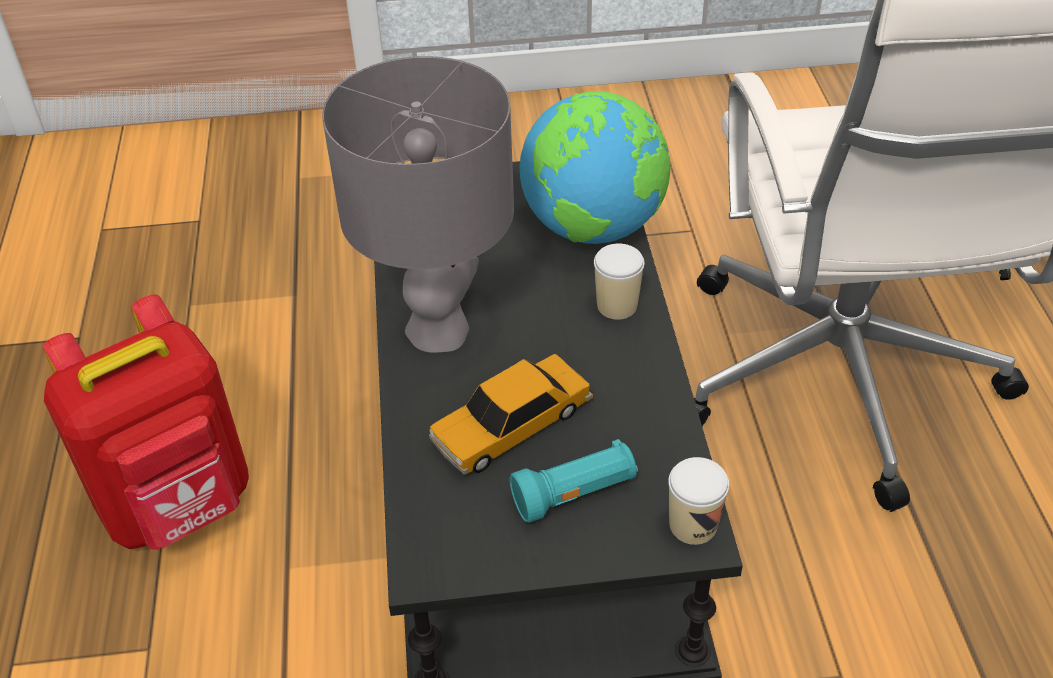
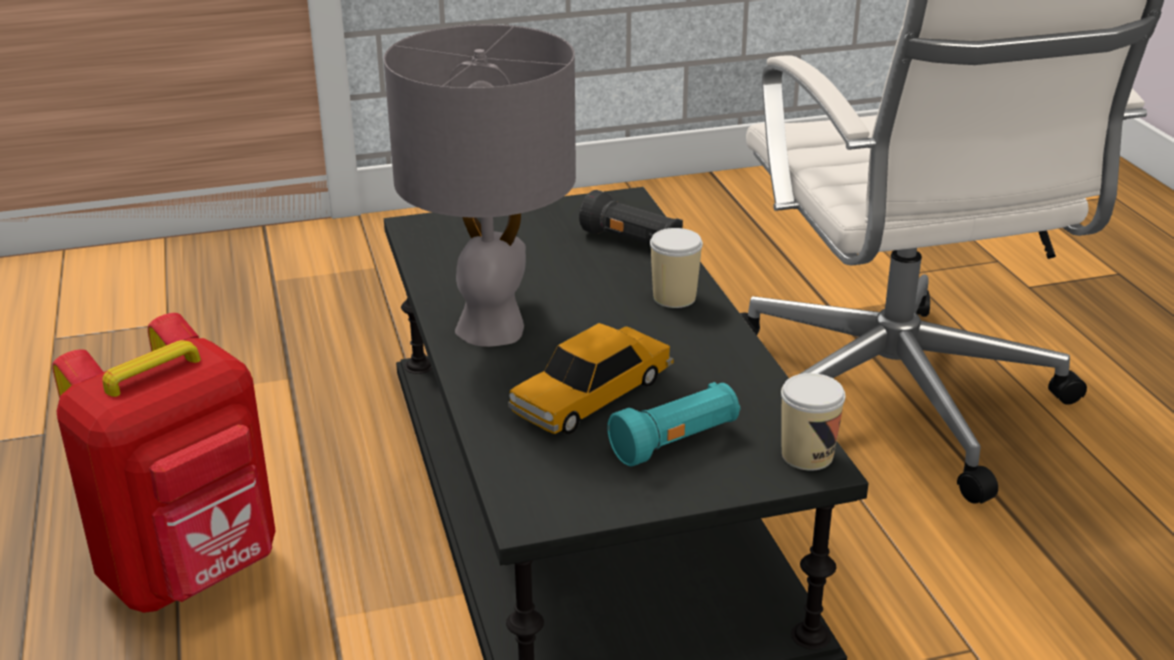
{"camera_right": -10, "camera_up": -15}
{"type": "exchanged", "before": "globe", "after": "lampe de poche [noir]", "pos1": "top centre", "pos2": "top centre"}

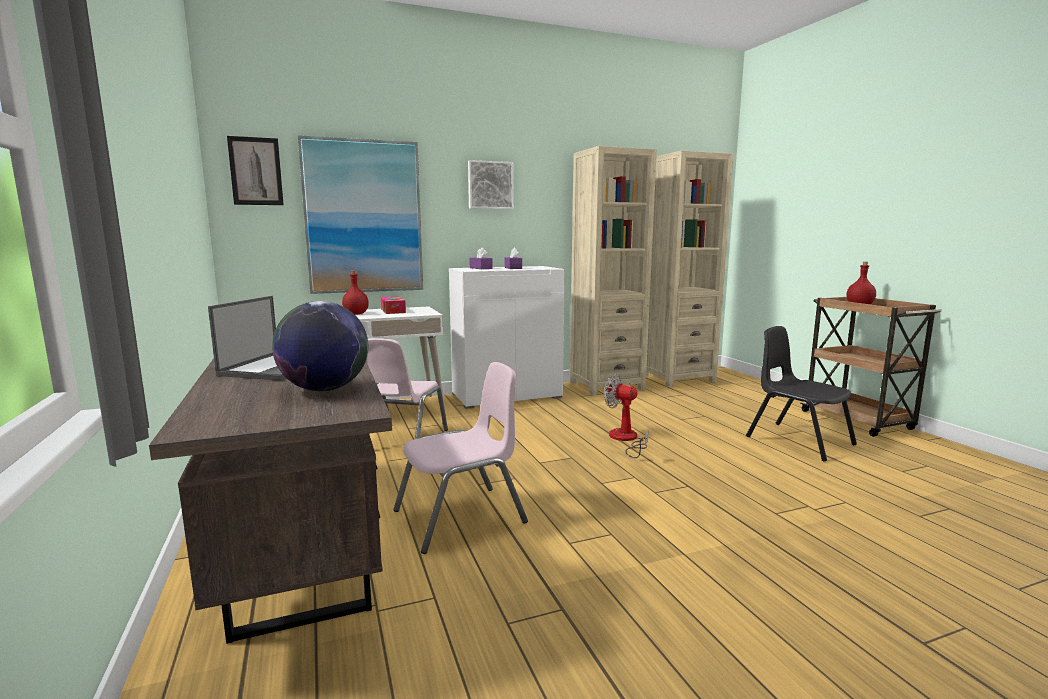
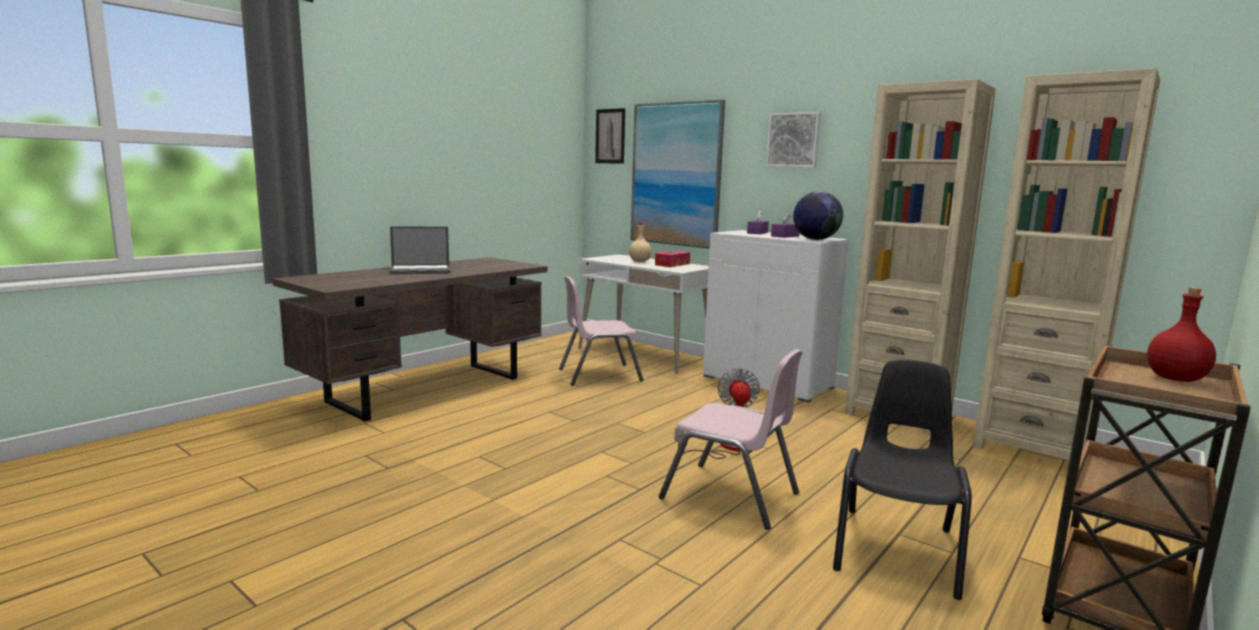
{"camera_right": 60, "camera_up": 0}
{"type": "relocated", "before": "globe", "pos1": "middle left", "pos2": "centre"}
{"type": "colour", "before": "bouteille [rouge] (no. 1 from left)", "after": "bouteille [beige]", "pos1": "centre", "pos2": "centre"}
{"type": "relocated", "before": "chaise [rose] (no. 2 from left)", "pos1": "centre", "pos2": "bottom centre"}

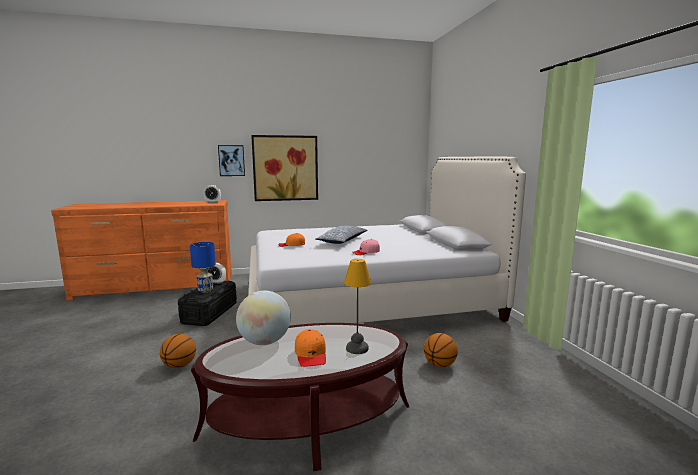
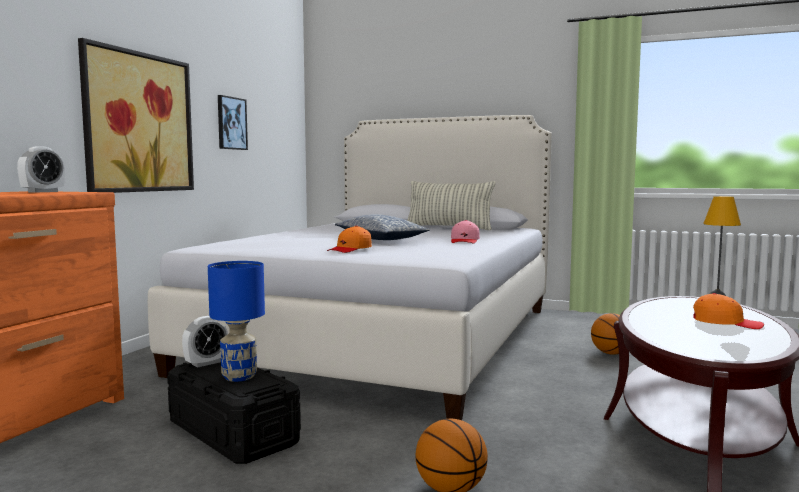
{"camera_right": -55, "camera_up": -5}
{"type": "relocated", "before": "tableau (no. 1 from left in the first image)", "after": "tableau (no. 2 from left)", "pos1": "middle left", "pos2": "top left"}
{"type": "missing", "before": "globe", "pos1": "bottom centre"}
{"type": "appeared", "after": "coussin (no. 2 from left)", "pos2": "centre"}

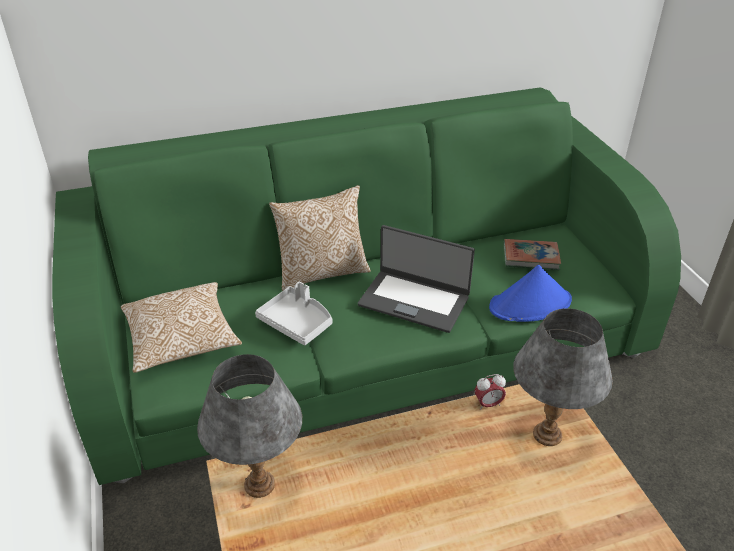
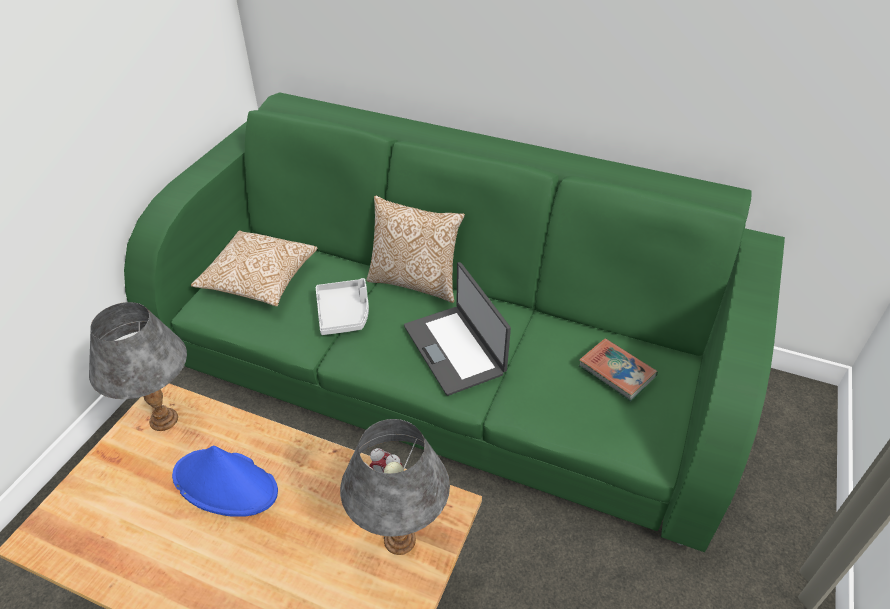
{"camera_right": 40, "camera_up": 5}
{"type": "relocated", "before": "chapeau [bleu]", "pos1": "middle right", "pos2": "bottom left"}

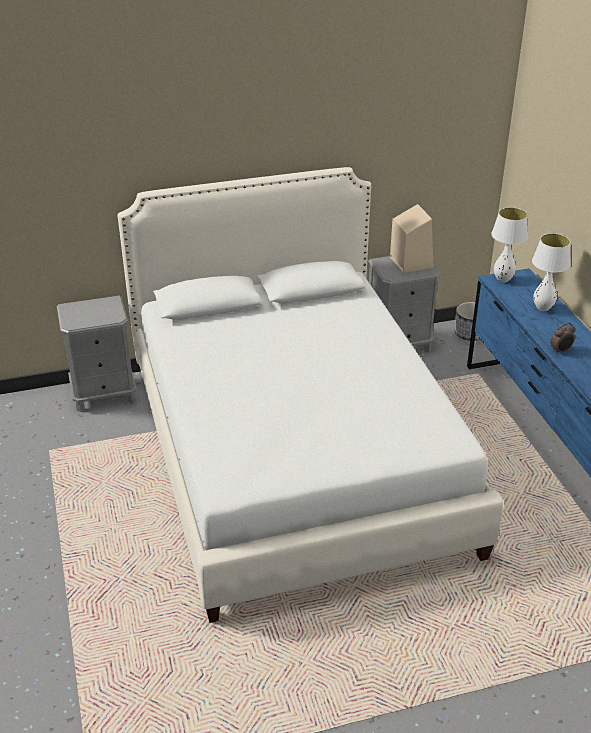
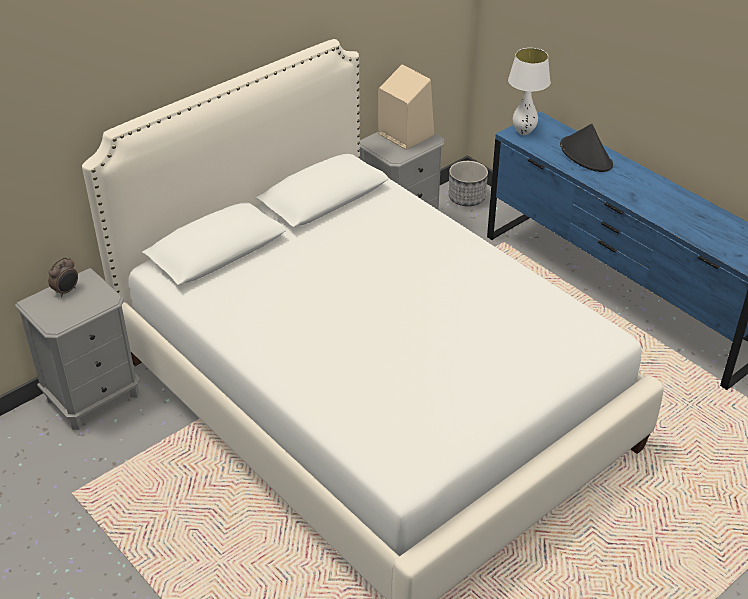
{"camera_right": -25, "camera_up": 5}
{"type": "exchanged", "before": "lampe de table [blanc] (no. 2 from left)", "after": "chapeau [noir]", "pos1": "middle right", "pos2": "top right"}
{"type": "relocated", "before": "réveil", "pos1": "middle right", "pos2": "middle left"}

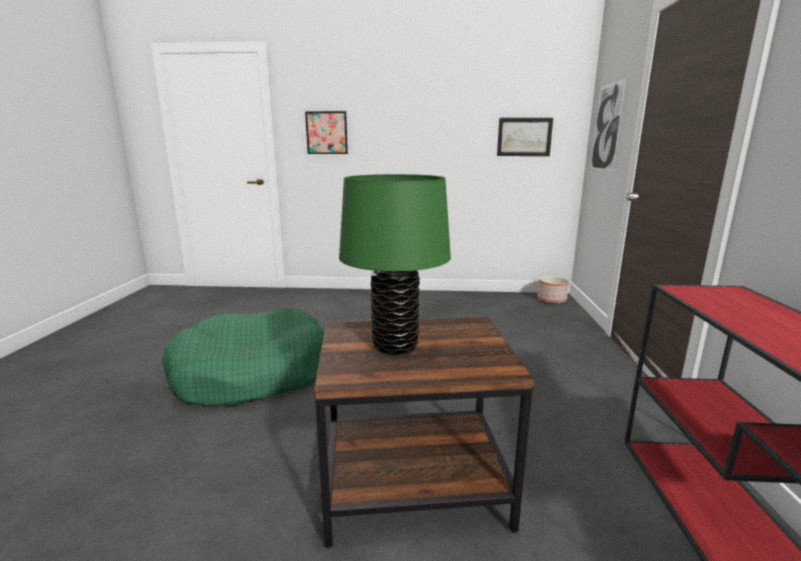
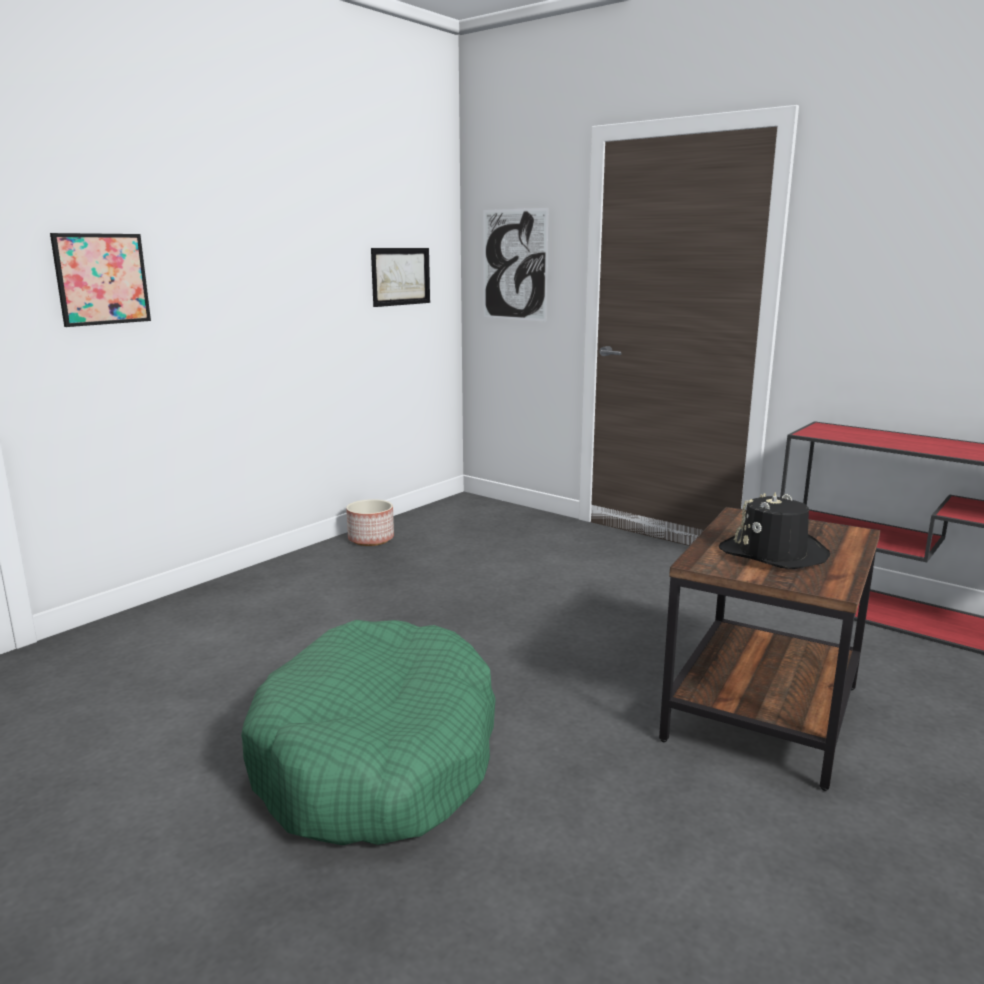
{"camera_right": -55, "camera_up": 0}
{"type": "exchanged", "before": "lampe de table [vert]", "after": "chapeau [noir]", "pos1": "centre", "pos2": "middle right"}
{"type": "relocated", "before": "cache-pot", "pos1": "middle right", "pos2": "centre"}

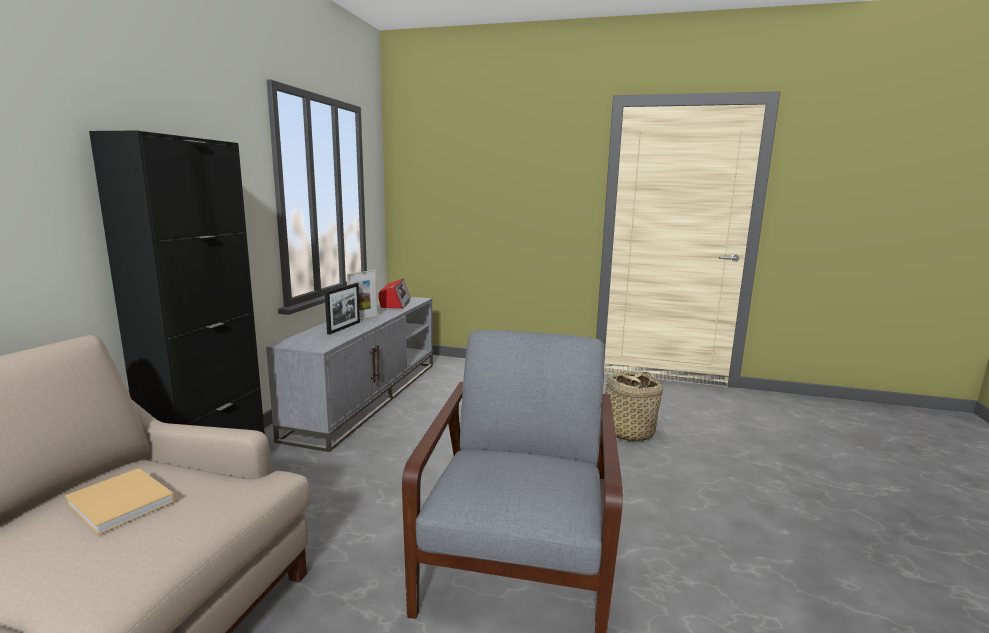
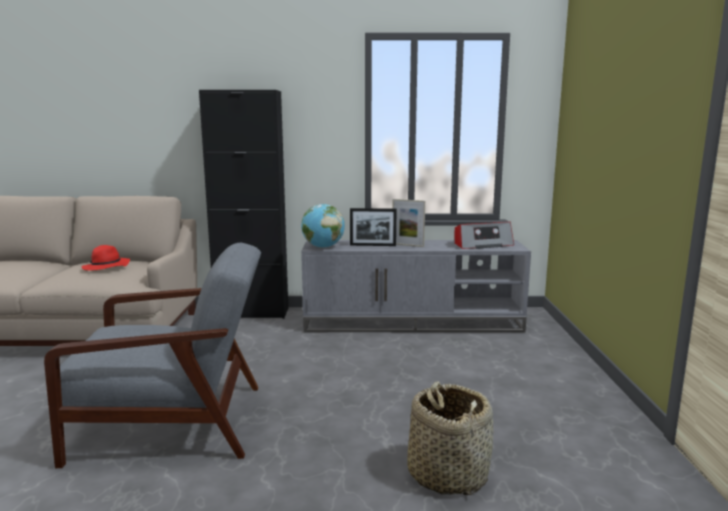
{"camera_right": 75, "camera_up": 0}
{"type": "exchanged", "before": "livre [beige]", "after": "chapeau [rouge]", "pos1": "bottom left", "pos2": "middle left"}
{"type": "appeared", "after": "globe", "pos2": "centre"}

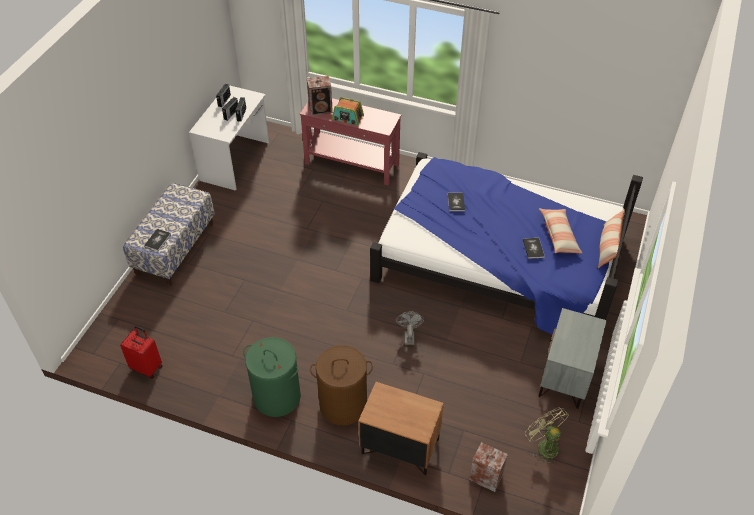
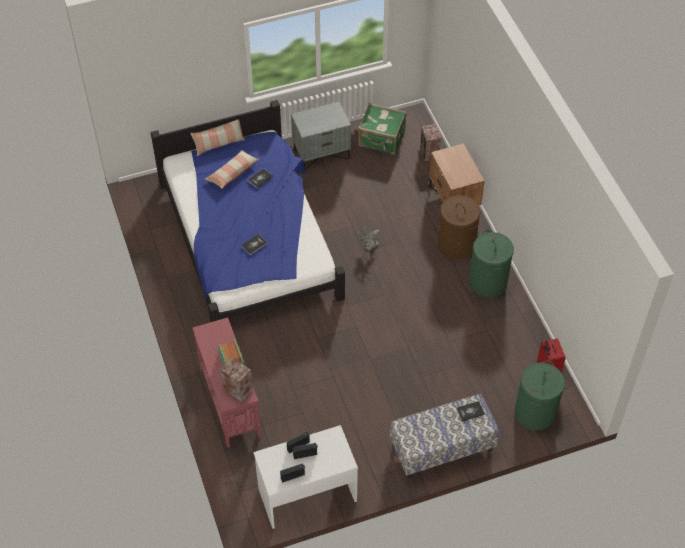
{"camera_right": -130, "camera_up": 5}
{"type": "exchanged", "before": "ventilateur [vert]", "after": "valise [vert]", "pos1": "bottom right", "pos2": "top centre"}
{"type": "appeared", "after": "panier à linge [vert] (no. 2 from left)", "pos2": "bottom right"}

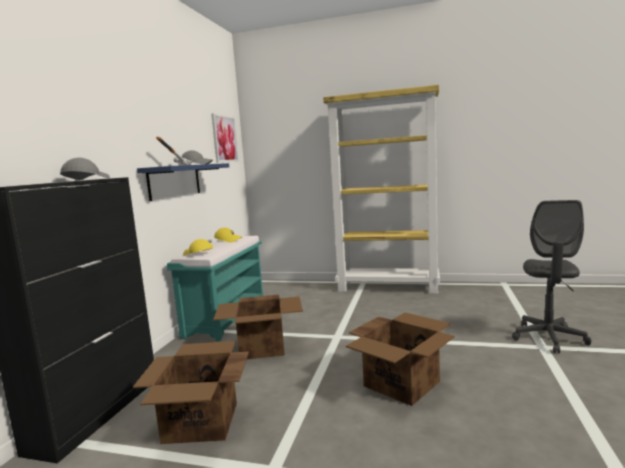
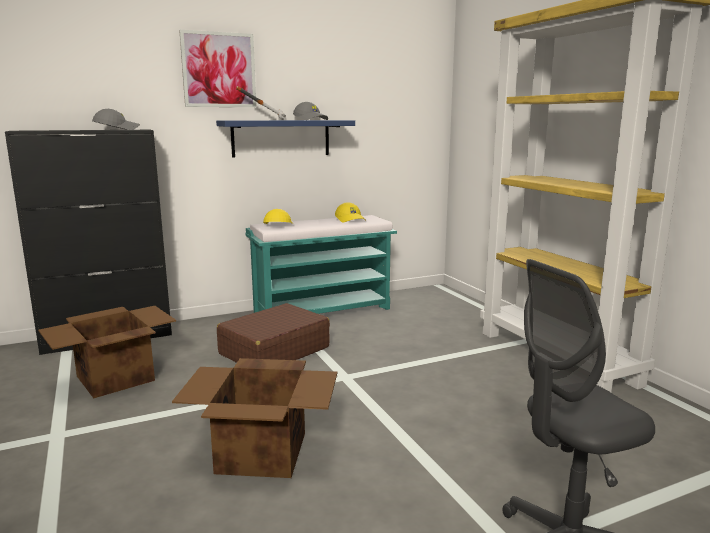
{"camera_right": 50, "camera_up": 5}
{"type": "relocated", "before": "tableau", "pos1": "top centre", "pos2": "top left"}
{"type": "exchanged", "before": "carton (no. 2 from left)", "after": "valise [marron]", "pos1": "bottom centre", "pos2": "centre"}

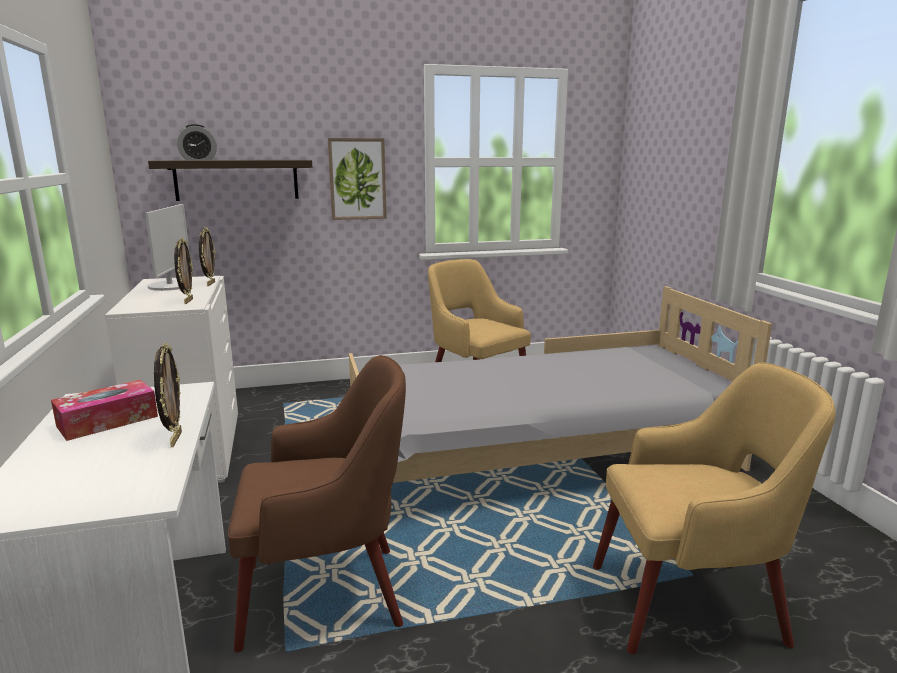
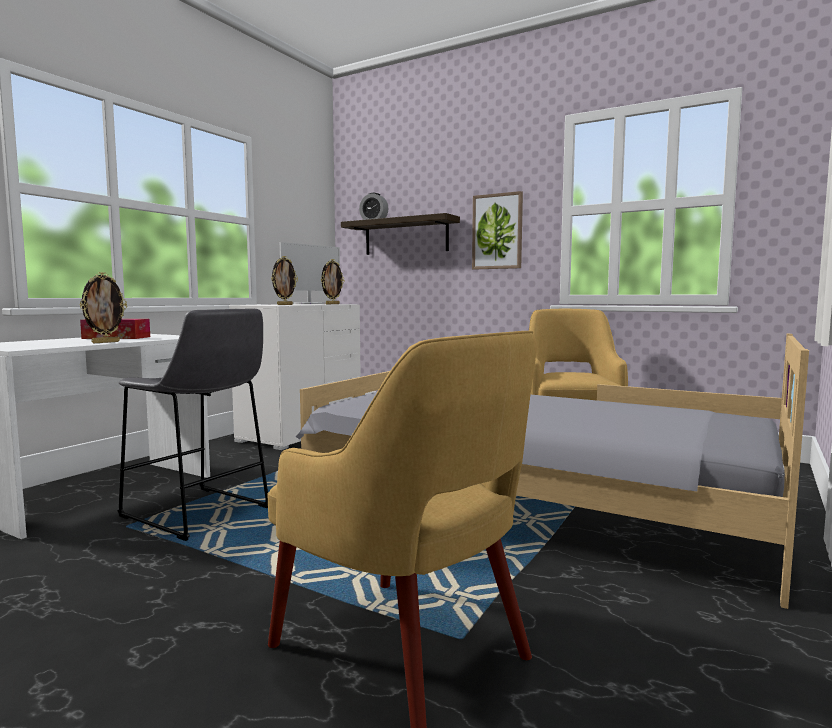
{"camera_right": 45, "camera_up": -10}
{"type": "exchanged", "before": "fauteuil [marron]", "after": "tabouret [gris]", "pos1": "bottom centre", "pos2": "middle left"}

